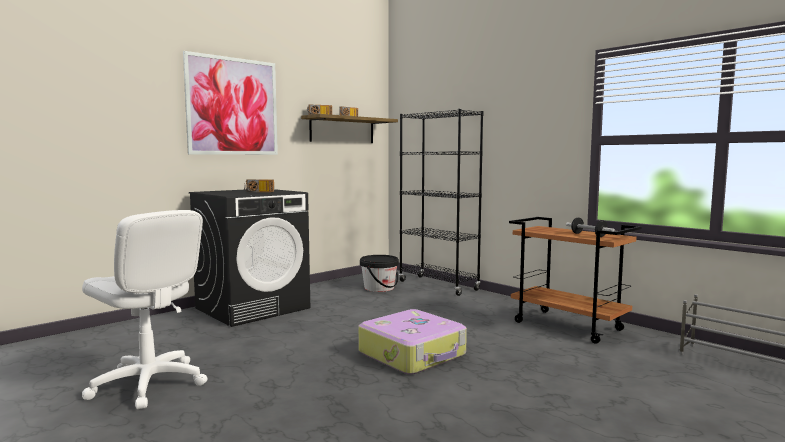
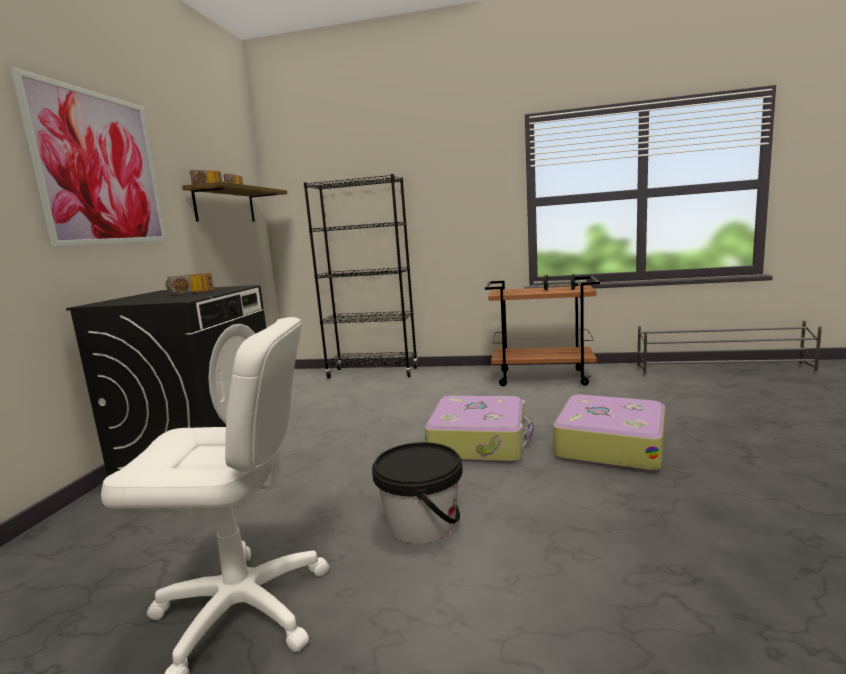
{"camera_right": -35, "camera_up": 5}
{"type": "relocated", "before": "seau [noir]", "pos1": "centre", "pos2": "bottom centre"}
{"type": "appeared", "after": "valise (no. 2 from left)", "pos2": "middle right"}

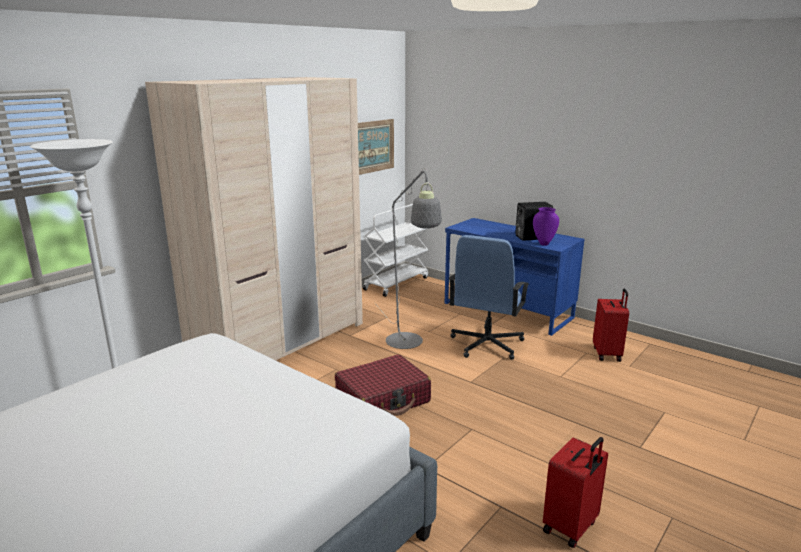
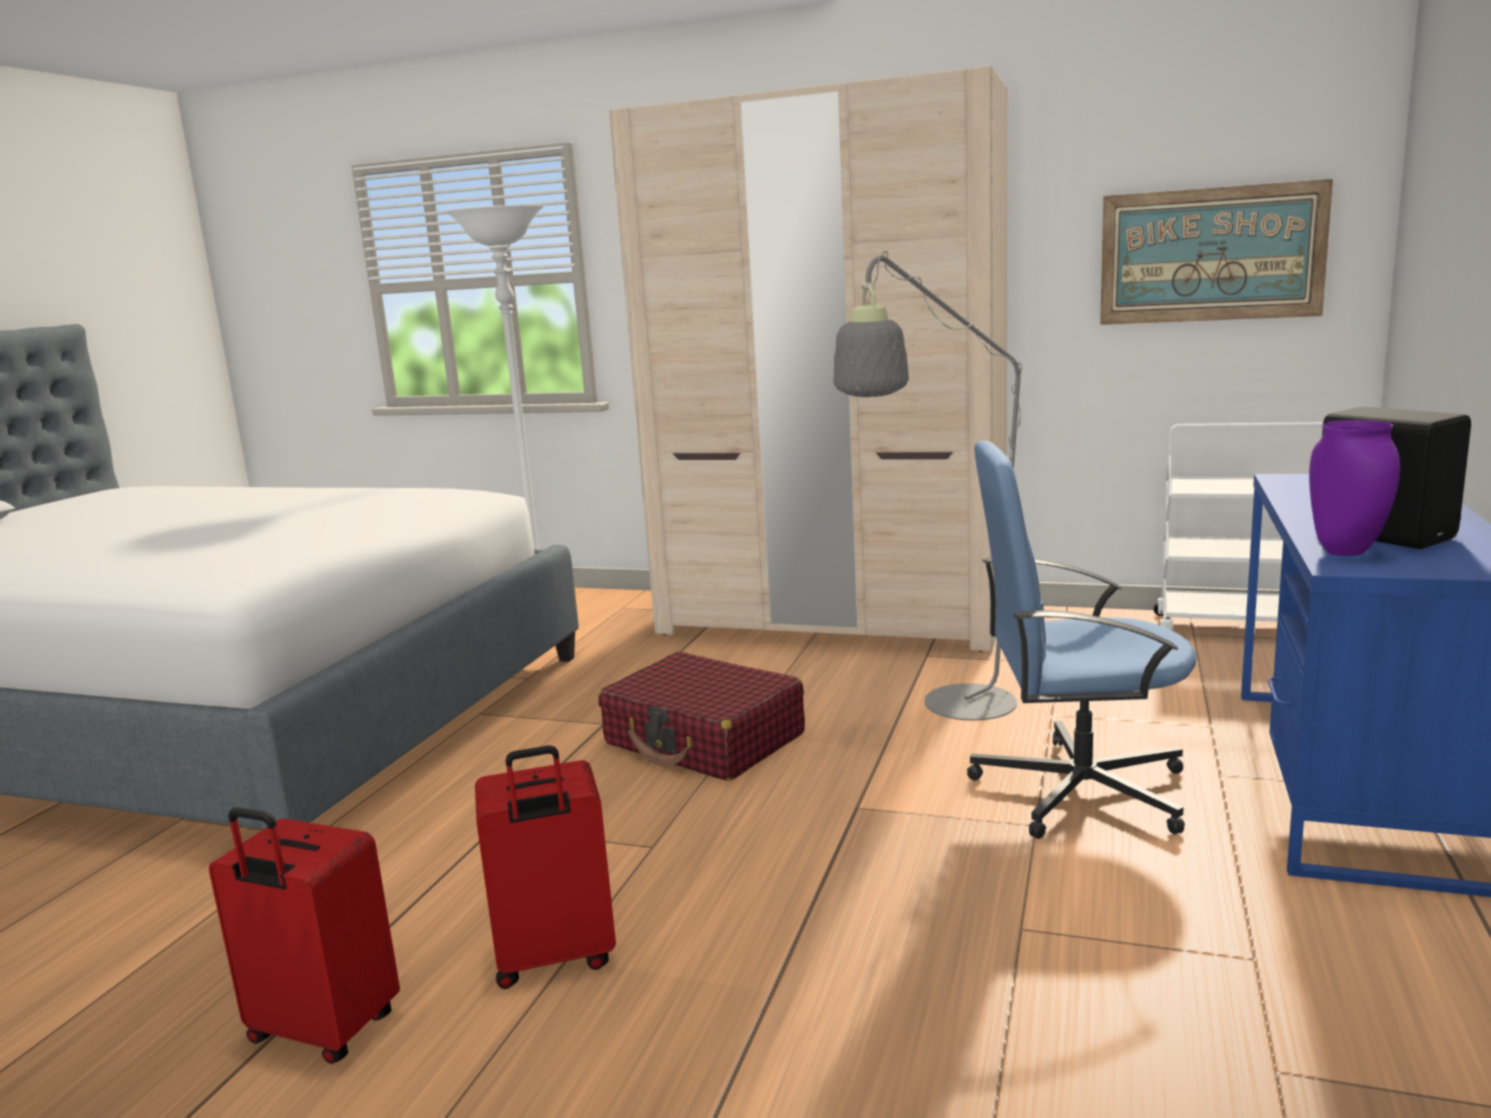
{"camera_right": 70, "camera_up": -5}
{"type": "relocated", "before": "valise [rouge] (no. 3 from left in the first image)", "after": "valise [rouge] (no. 2 from left)", "pos1": "middle right", "pos2": "bottom centre"}

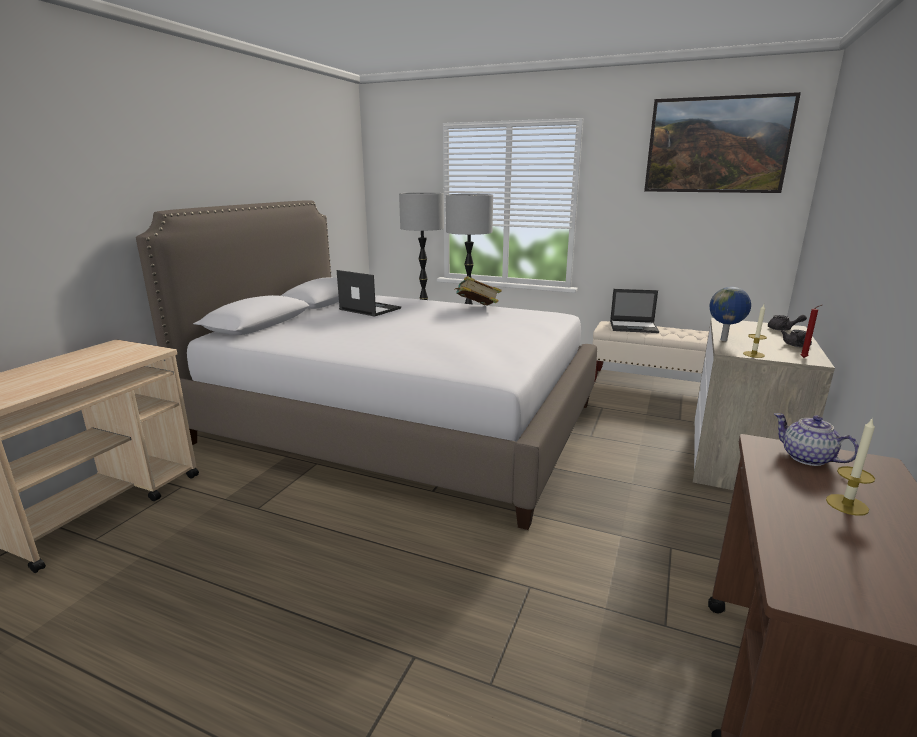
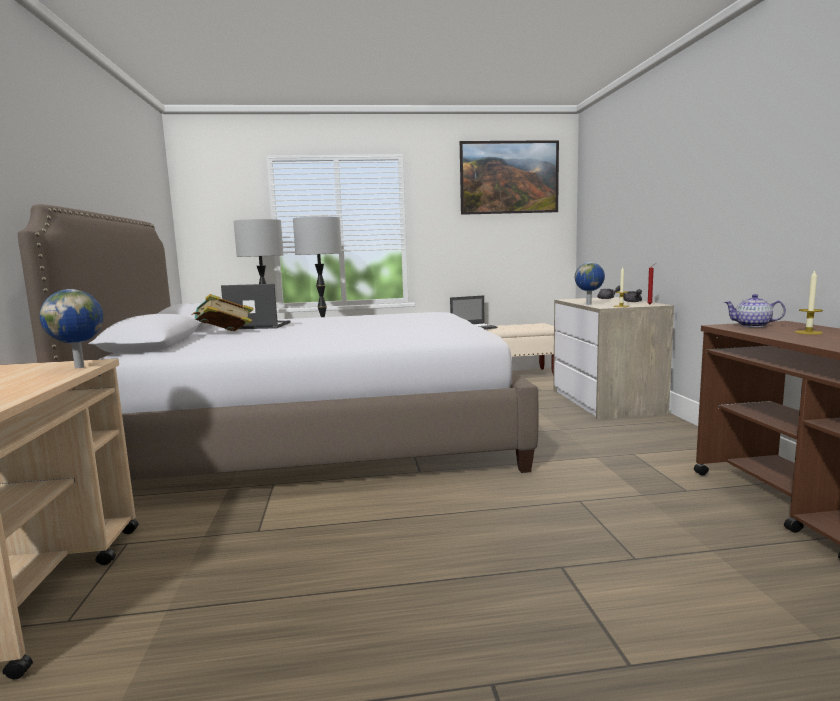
{"camera_right": -30, "camera_up": -10}
{"type": "relocated", "before": "livre", "pos1": "centre", "pos2": "middle left"}
{"type": "appeared", "after": "globe (no. 1 from left)", "pos2": "middle left"}

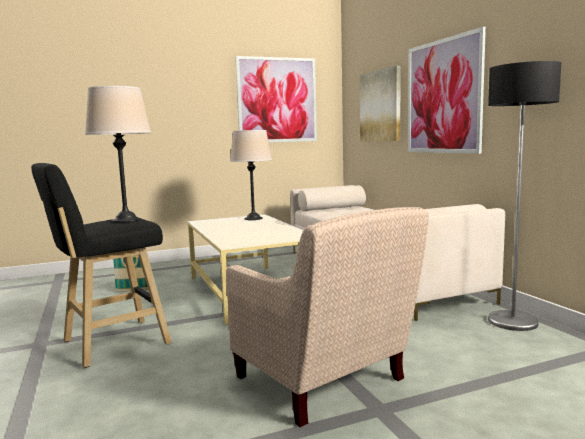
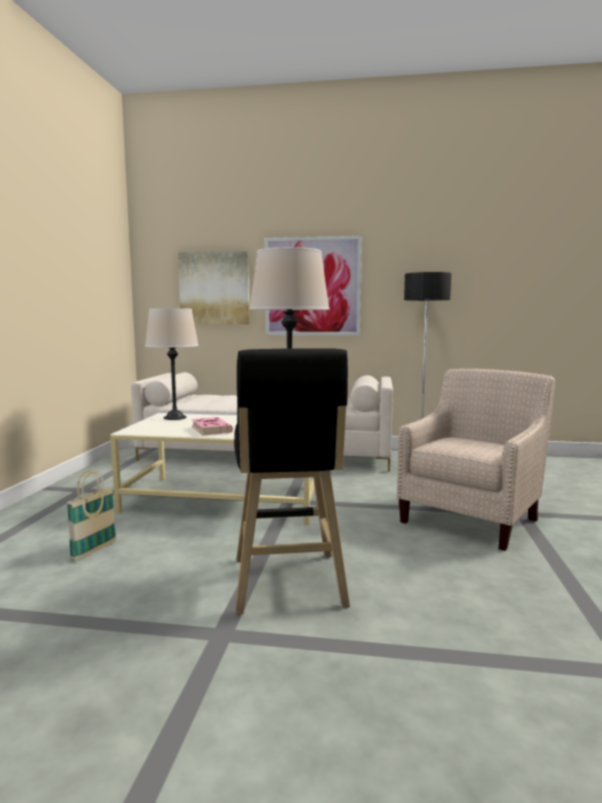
{"camera_right": -60, "camera_up": 0}
{"type": "spun", "before": "fauteuil [beige]", "pos1": "bottom centre", "pos2": "middle right", "turn": -45}
{"type": "missing", "before": "tableau (no. 1 from left)", "pos1": "top centre"}
{"type": "appeared", "after": "livre [rose]", "pos2": "centre"}

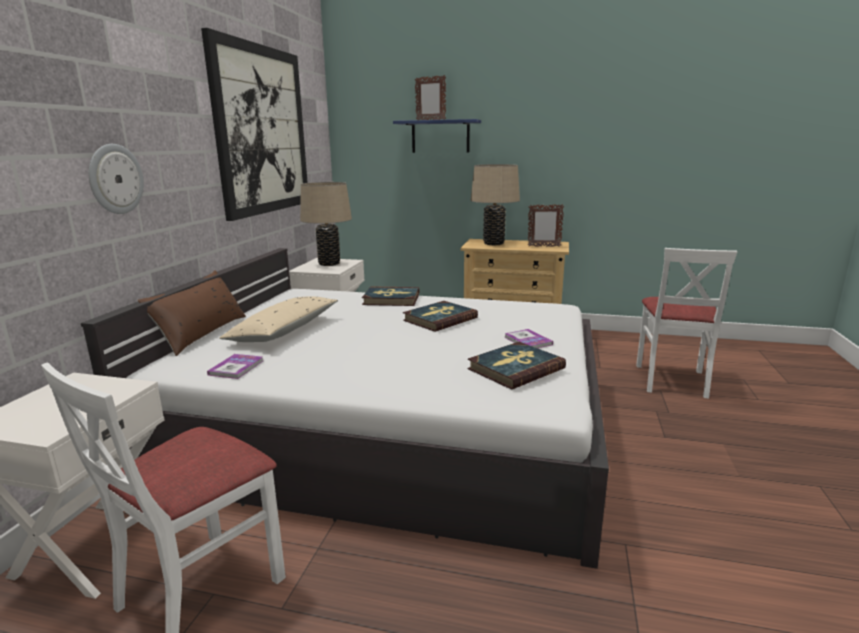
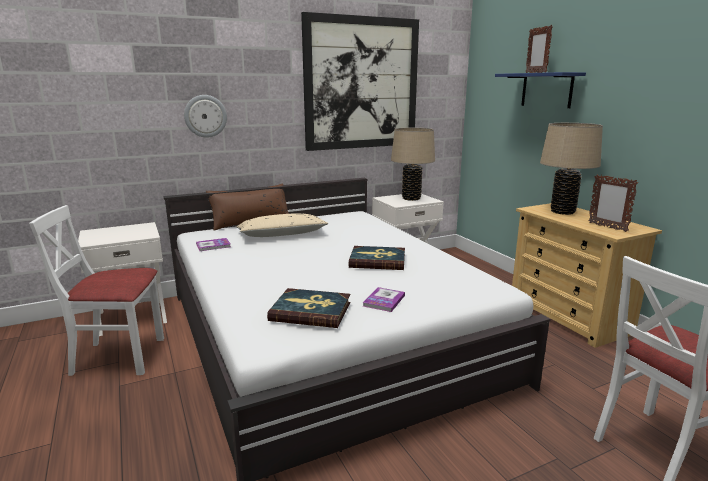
{"camera_right": 50, "camera_up": 0}
{"type": "missing", "before": "livre (no. 2 from left)", "pos1": "centre"}

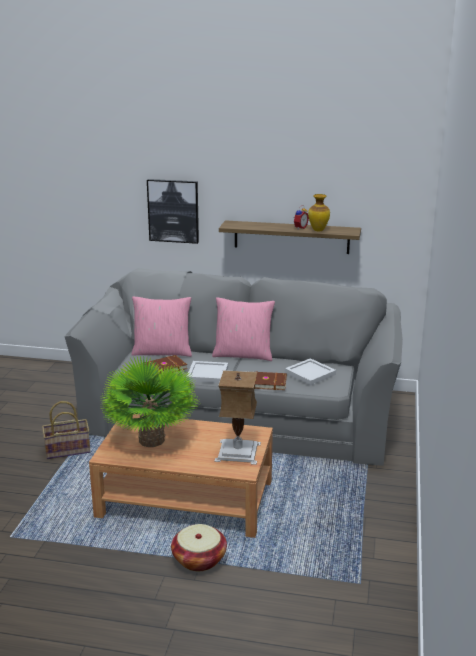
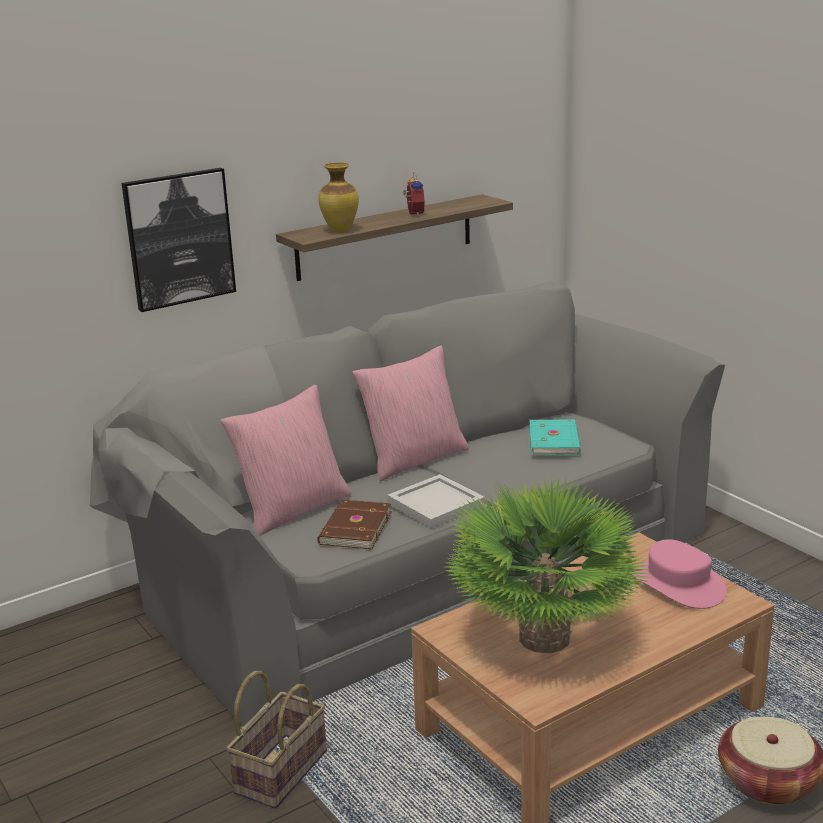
{"camera_right": -45, "camera_up": 0}
{"type": "exchanged", "before": "lampe de table", "after": "chapeau [rose]", "pos1": "centre", "pos2": "bottom right"}
{"type": "missing", "before": "livre [marron] (no. 2 from left)", "pos1": "centre"}
{"type": "exchanged", "before": "plateau [blanc] (no. 2 from left)", "after": "livre [turquoise]", "pos1": "centre", "pos2": "middle right"}
{"type": "relocated", "before": "vase", "pos1": "top right", "pos2": "top centre"}

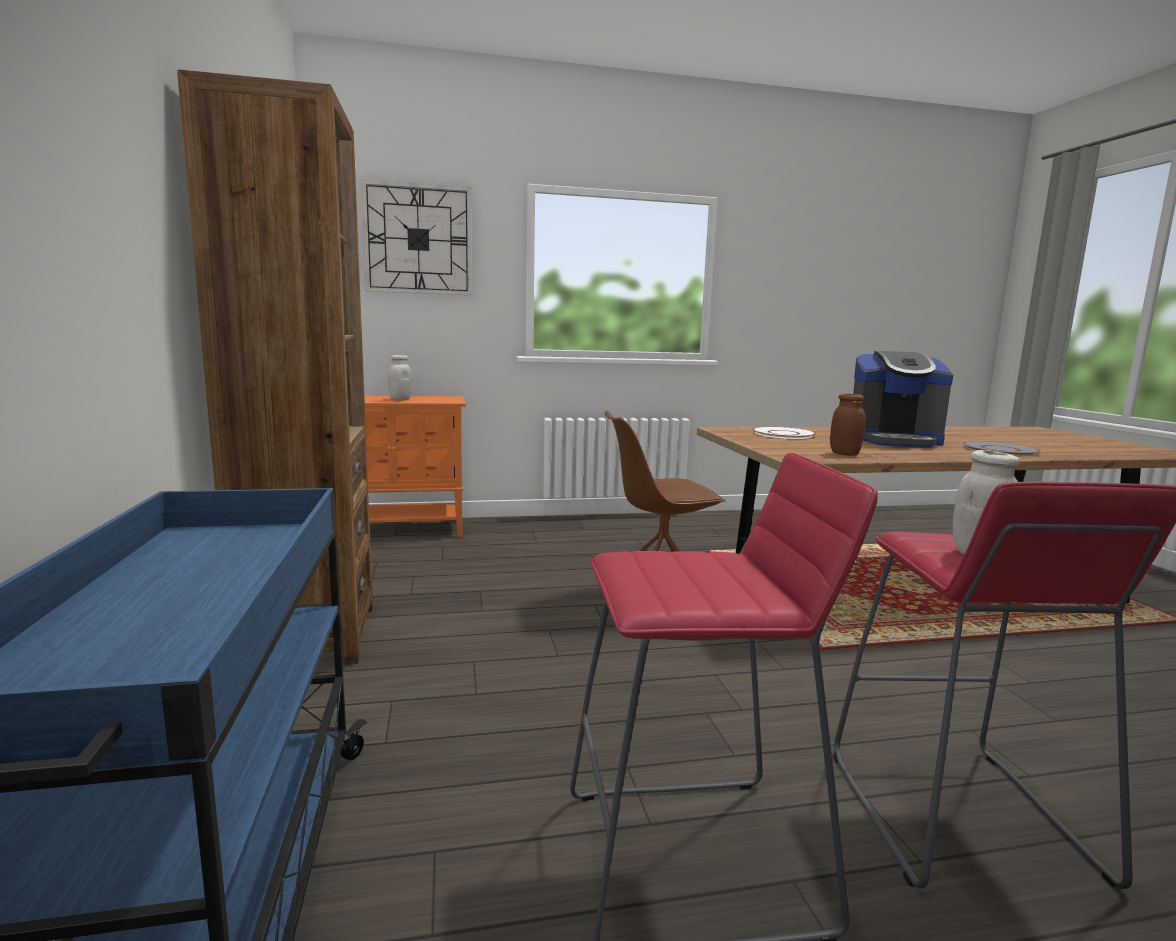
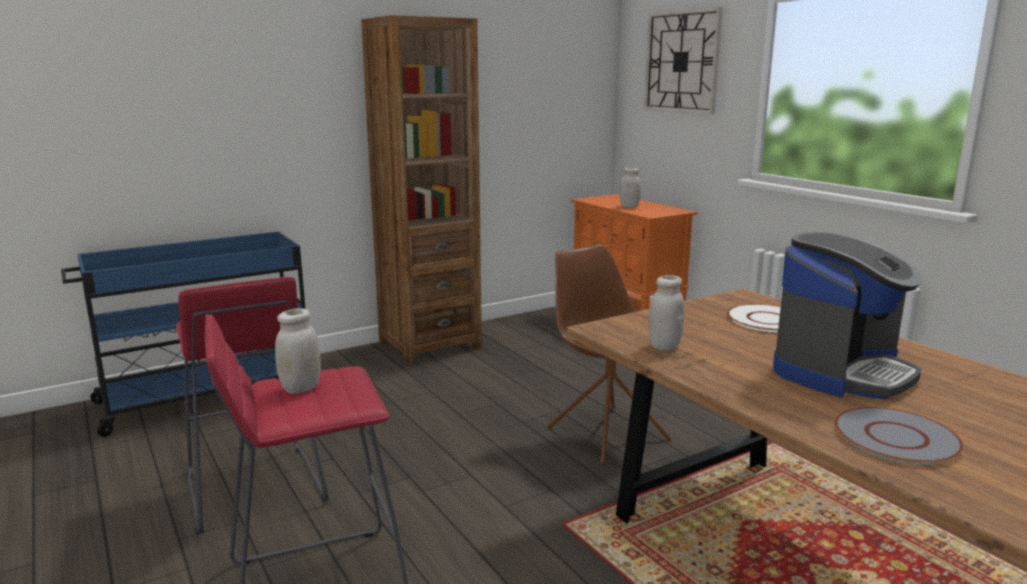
{"camera_right": 70, "camera_up": 5}
{"type": "colour", "before": "bocal [marron]", "after": "bocal [blanc] (no. 3 from left)", "pos1": "middle right", "pos2": "centre"}
{"type": "spun", "before": "machine à café", "pos1": "middle right", "pos2": "middle right", "turn": -120}

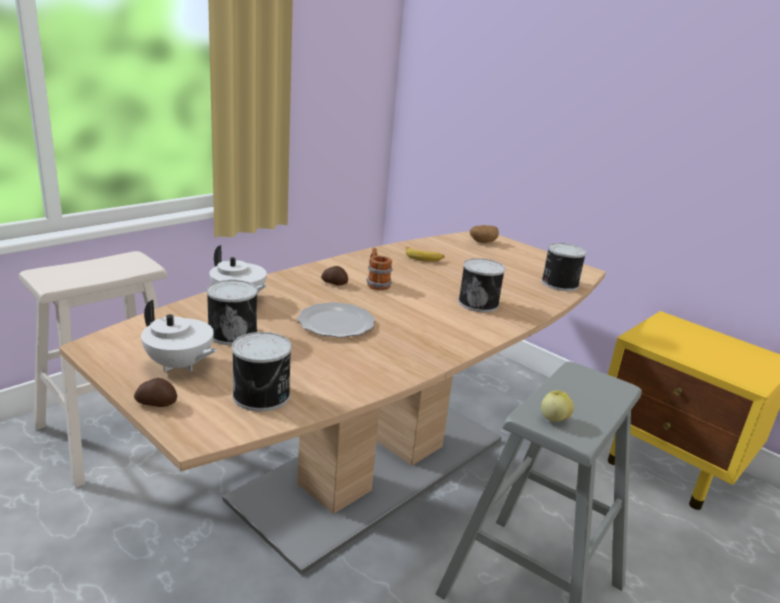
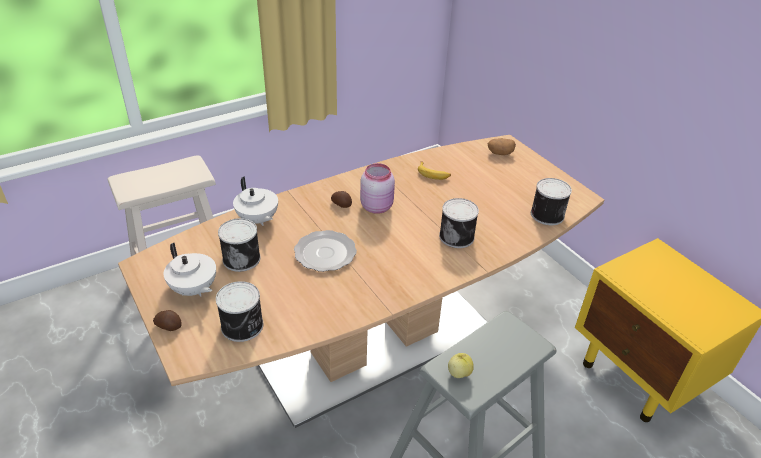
{"camera_right": 15, "camera_up": 15}
{"type": "exchanged", "before": "mug", "after": "bocal [rose]", "pos1": "centre", "pos2": "centre"}

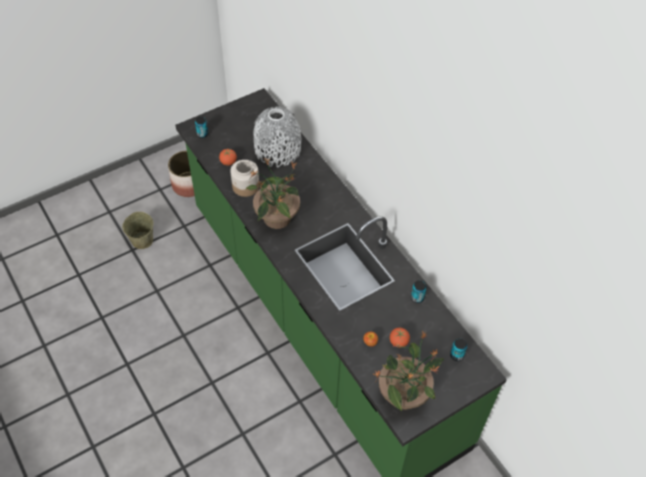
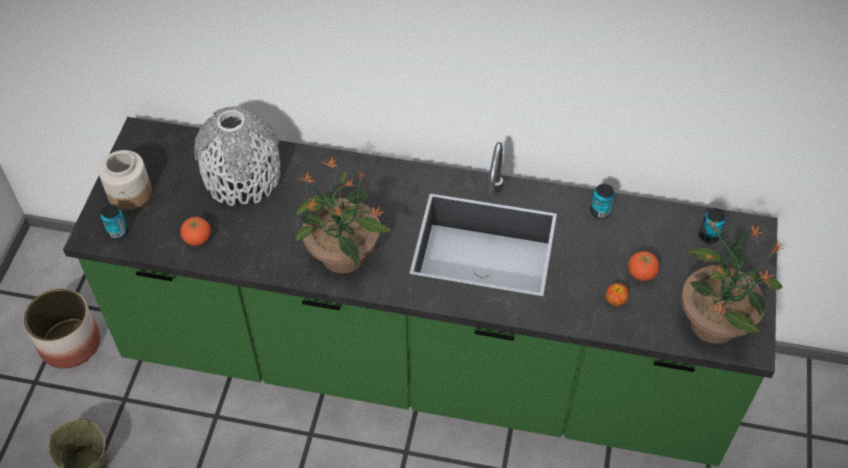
{"camera_right": -45, "camera_up": 0}
{"type": "relocated", "before": "bocal", "pos1": "centre", "pos2": "middle left"}

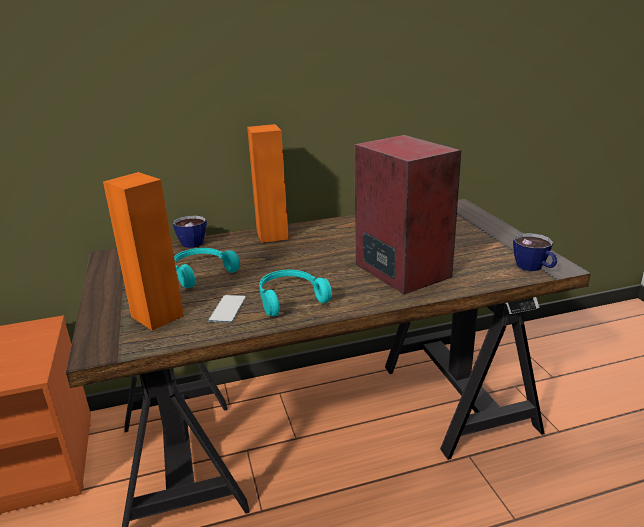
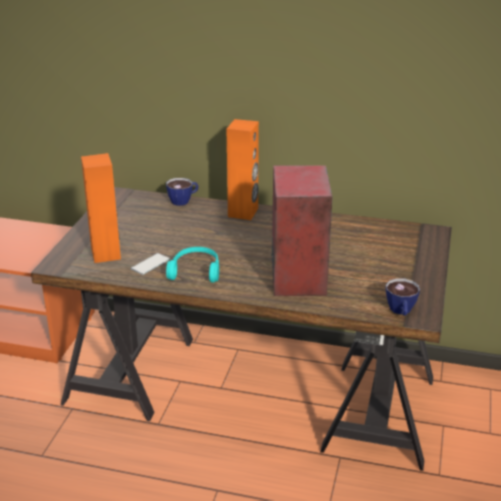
{"camera_right": 30, "camera_up": 5}
{"type": "missing", "before": "casque audio [turquoise] (no. 1 from left)", "pos1": "middle left"}

